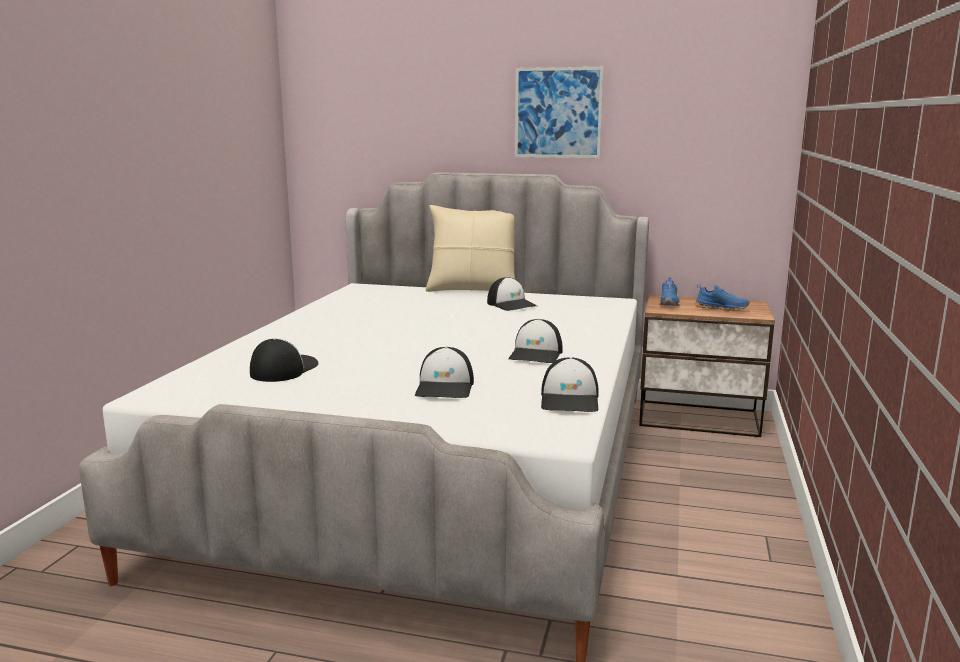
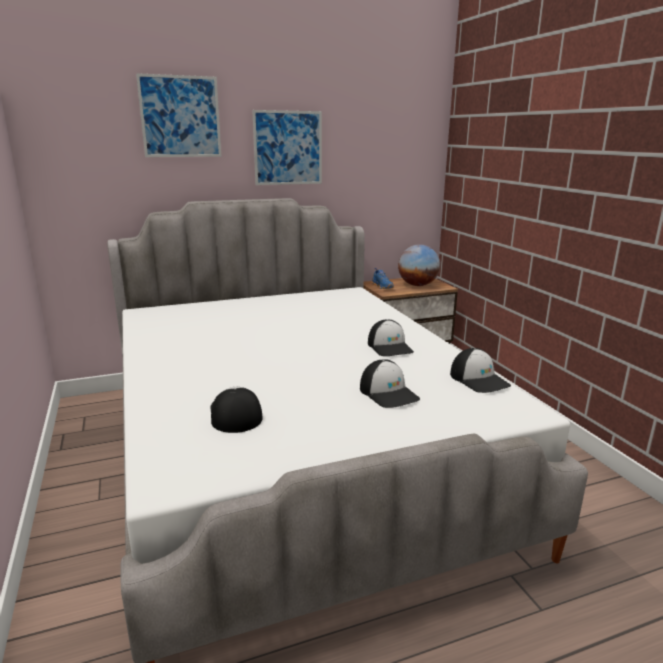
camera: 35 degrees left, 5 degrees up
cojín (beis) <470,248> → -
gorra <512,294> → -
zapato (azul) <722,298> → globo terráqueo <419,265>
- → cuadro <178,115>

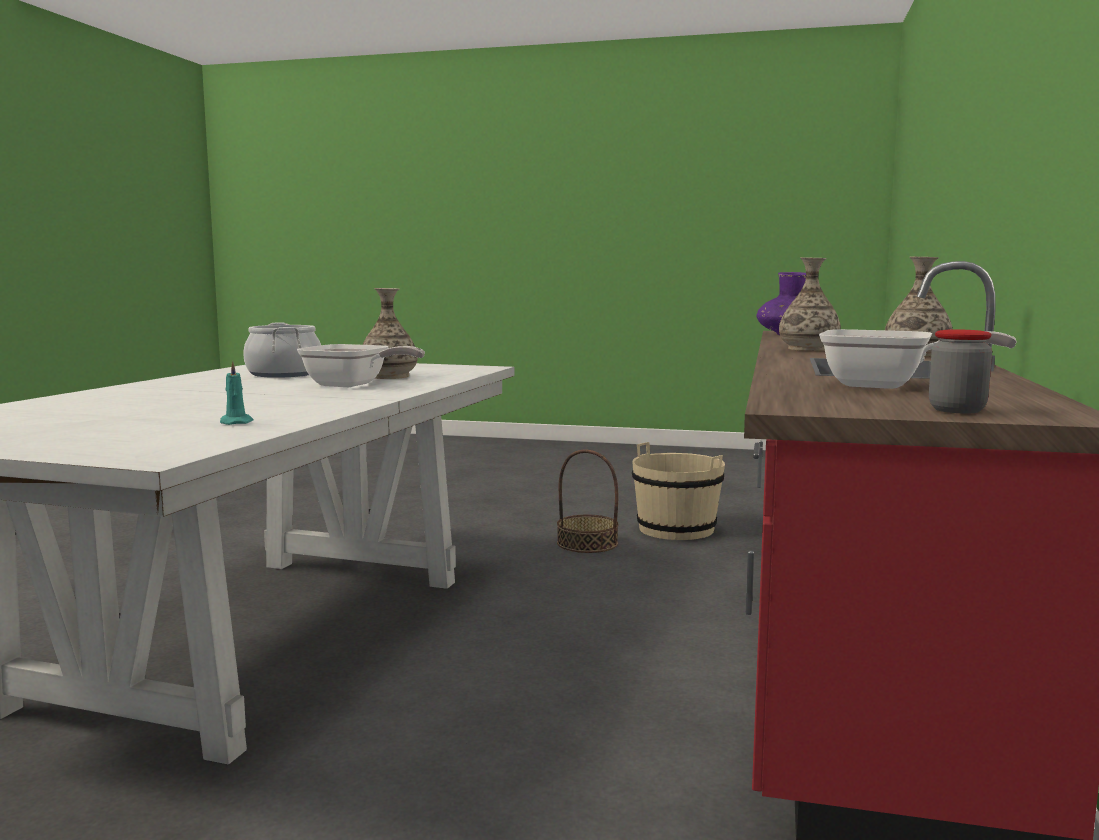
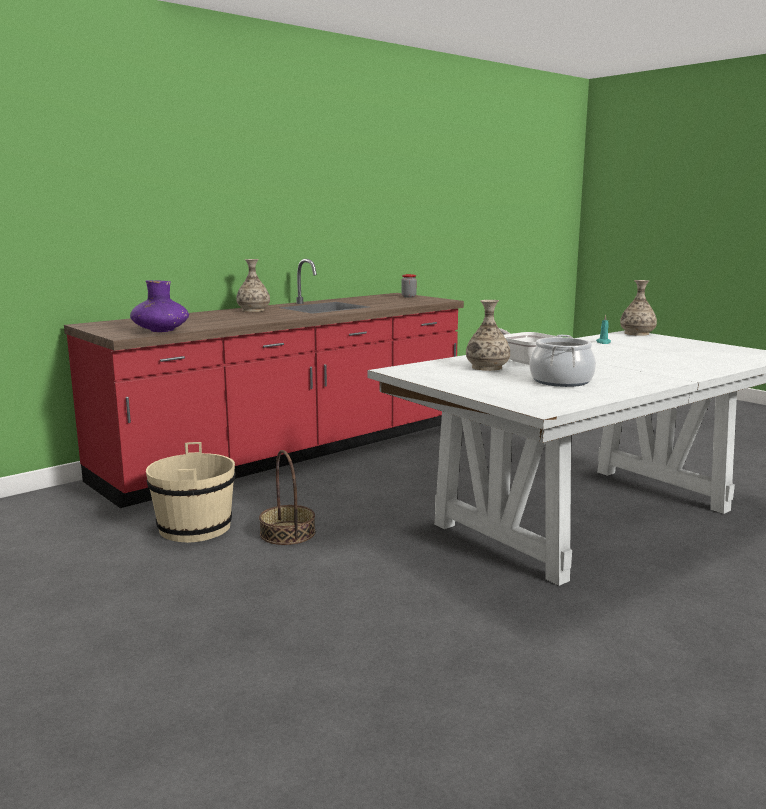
camera: 145 degrees left, 5 degrees up
florero <810,304> → florero <638,308>, moved
sartén <918,359> → -

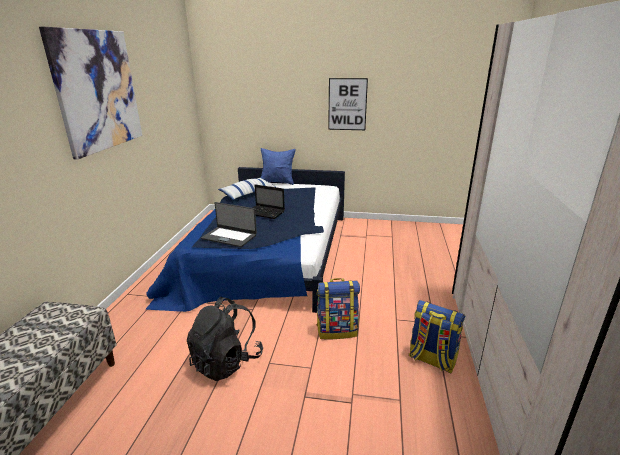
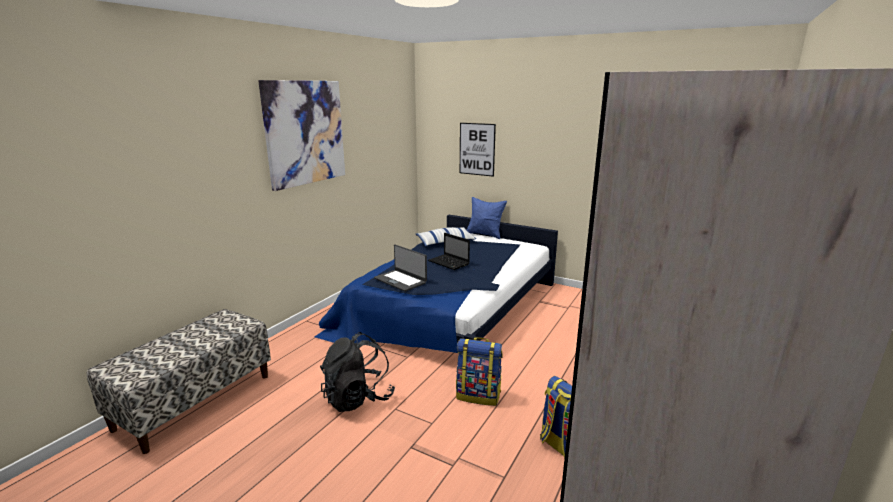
camera: 20 degrees right, 5 degrees down
cuadro <348,104> → cuadro <478,150>, moved

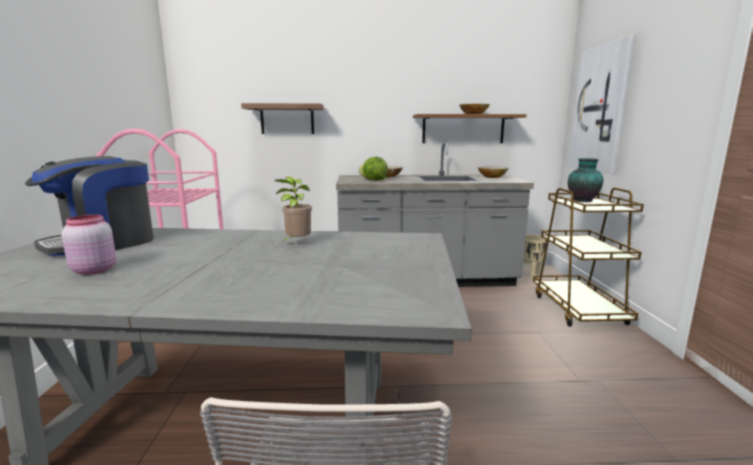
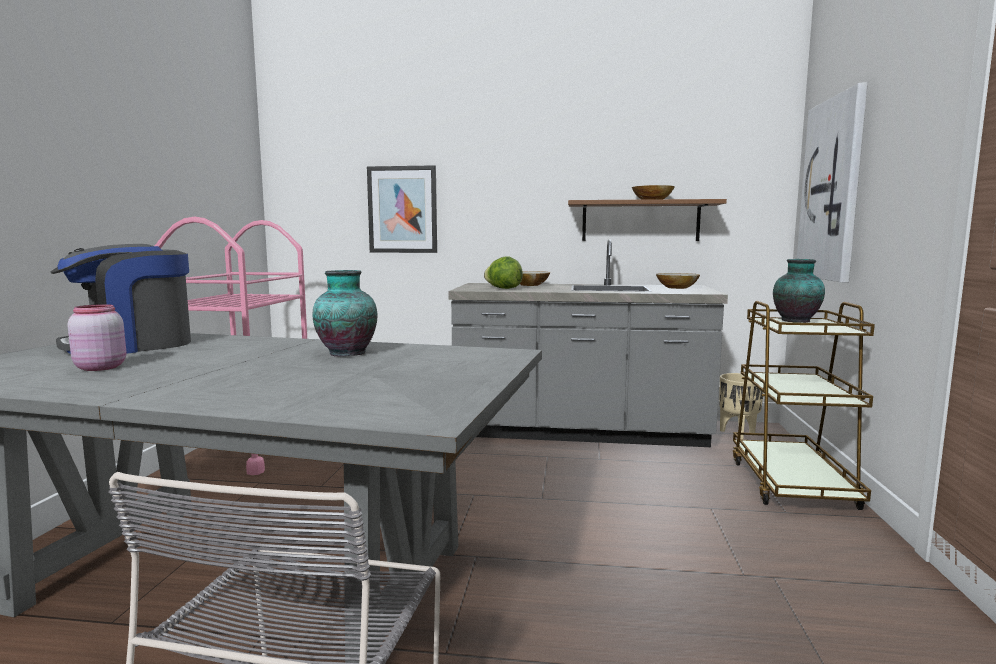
camera: 10 degrees right, 5 degrees down
estante <282,118> → cuadro <402,209>
planta en maceta <293,210> → florero <345,313>

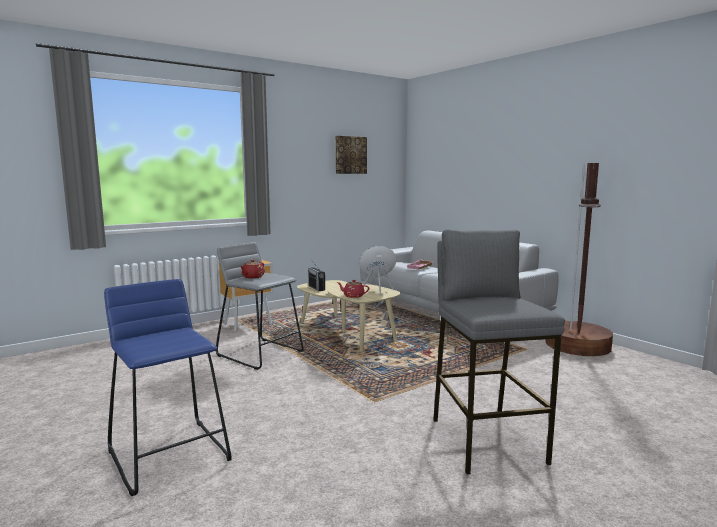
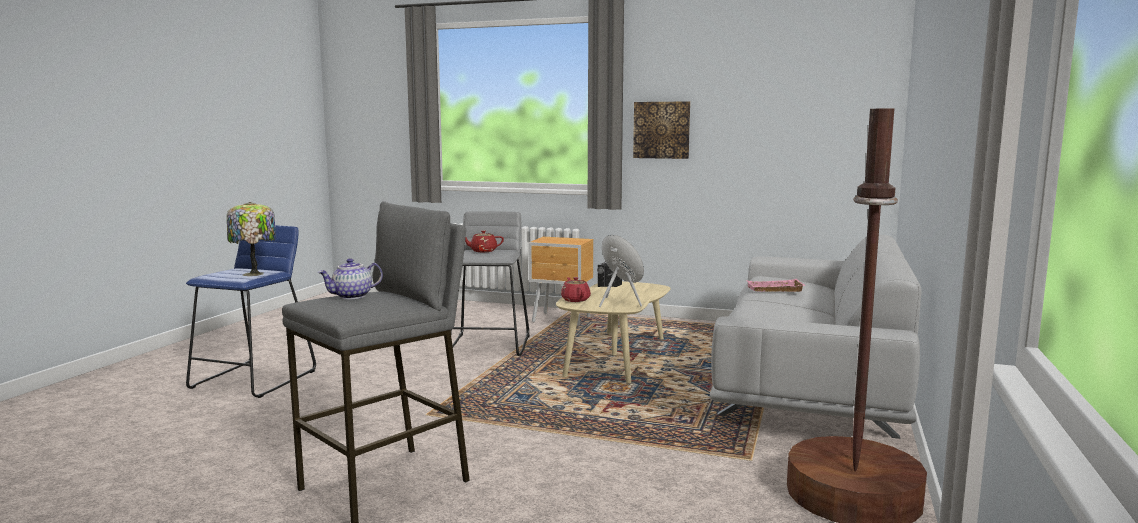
camera: 55 degrees right, 0 degrees up
cuadro <351,155> → cuadro <661,130>, moved
- → lámpara de mesa <251,239>
- → tetera <350,278>

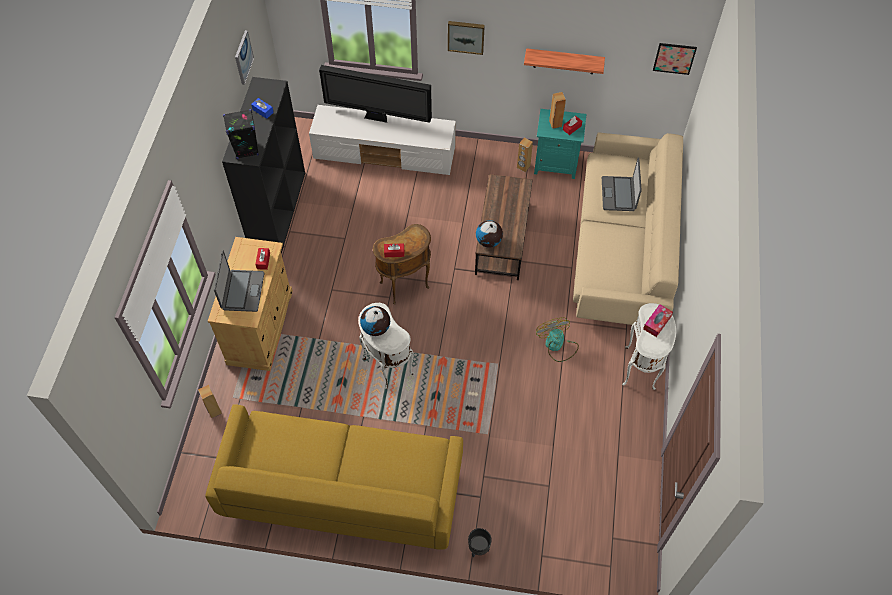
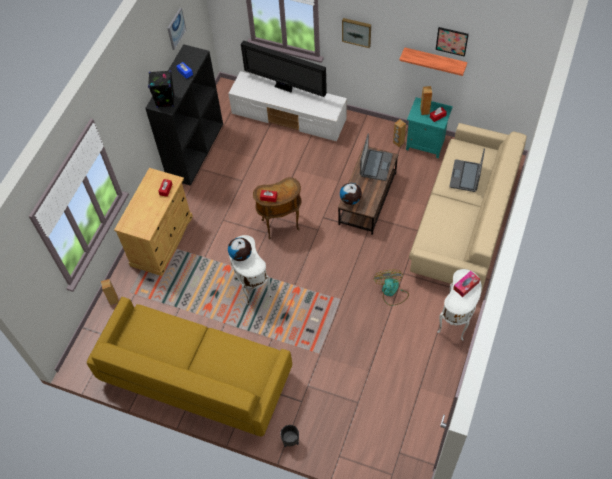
camera: 15 degrees right, 0 degrees up
portátil <239,281> → portátil <376,157>, moved
cuadro <675,59> → cuadro <452,42>, moved

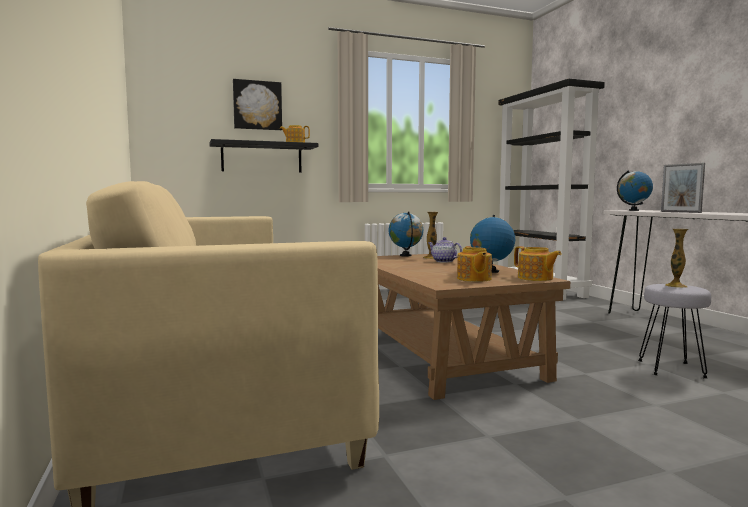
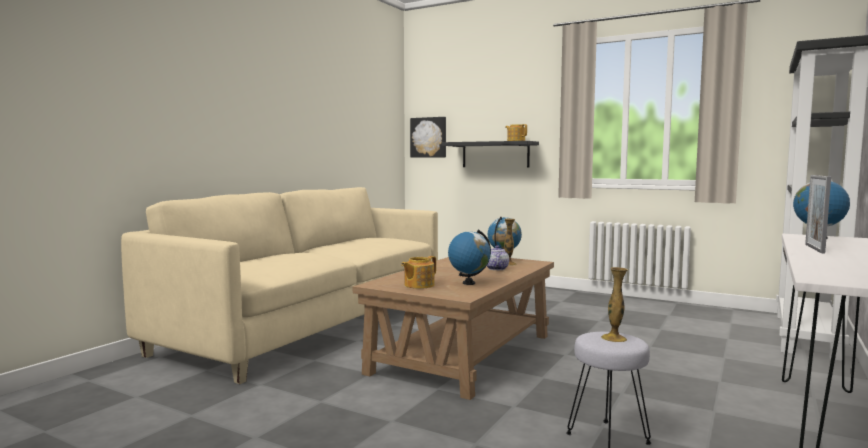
camera: 50 degrees right, 0 degrees up
cuadro <257,104> → cuadro <428,137>, moved
tetera <538,263> → -

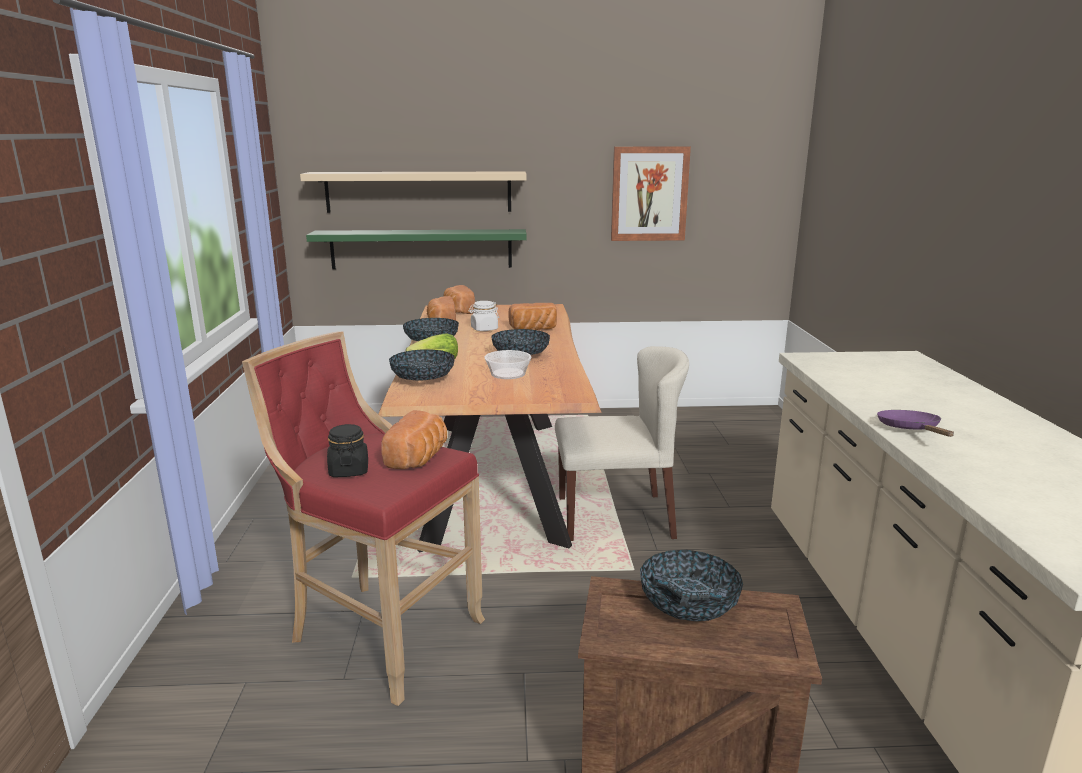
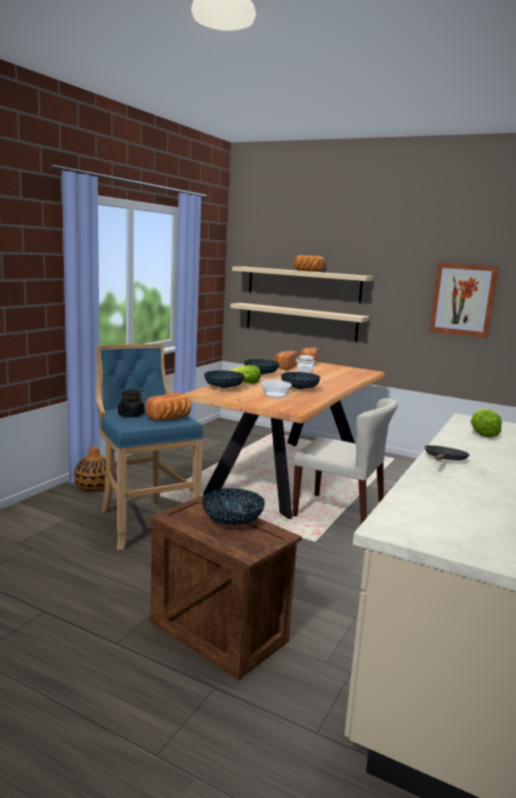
camera: 30 degrees right, 5 degrees down
taburete (rojo) <363,518> → taburete (azul) <149,447>
estante (verde) <416,249> → estante (beis) <299,322>
pan <532,316> → pan <309,263>, moved
sartén (morado) <915,423> → sartén (negro) <447,452>
- → florero <94,469>
- → lechuga <486,423>

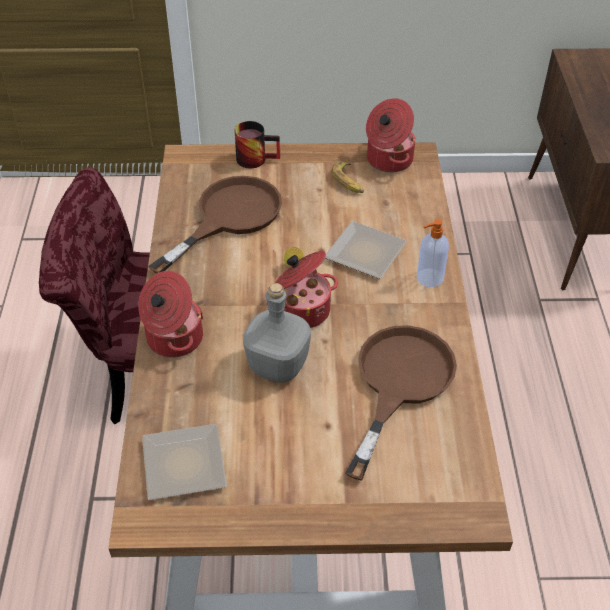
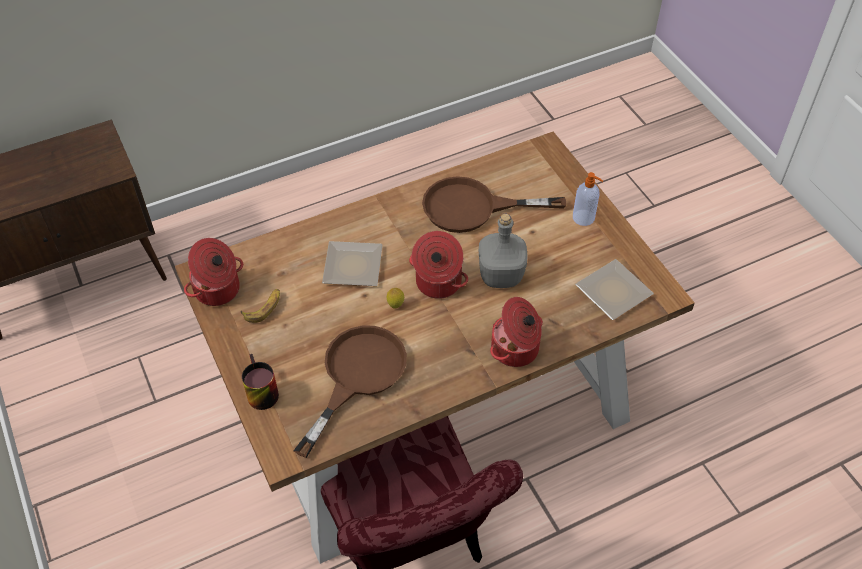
camera: 115 degrees left, 5 degrees up
sartén (marrón) <215,225> → sartén (marrón) <350,391>, 105 degrees clockwise
dispensador de jabón <433,253> → dispensador de jabón <588,199>, moved

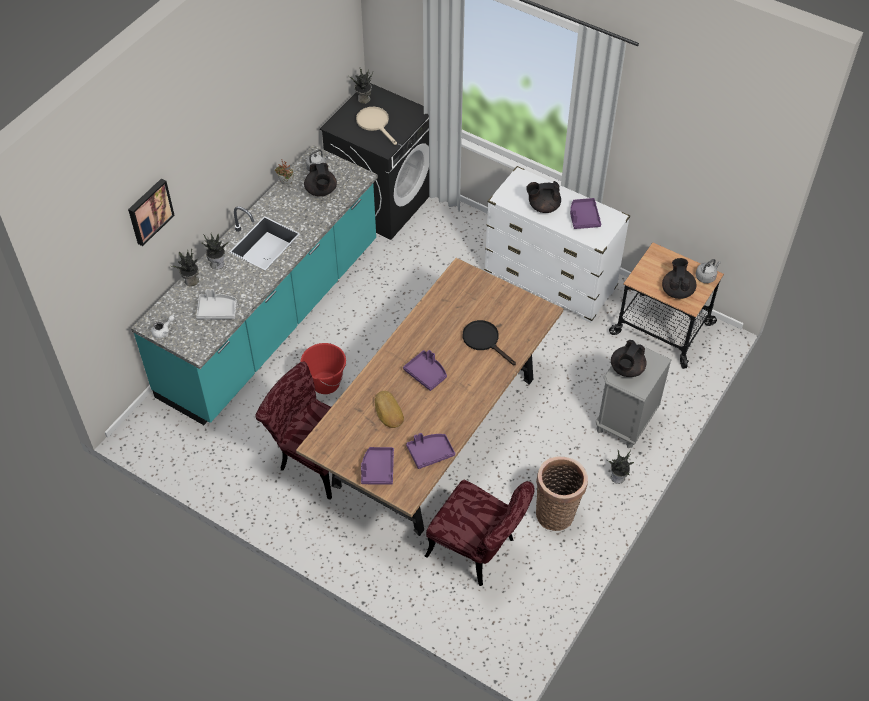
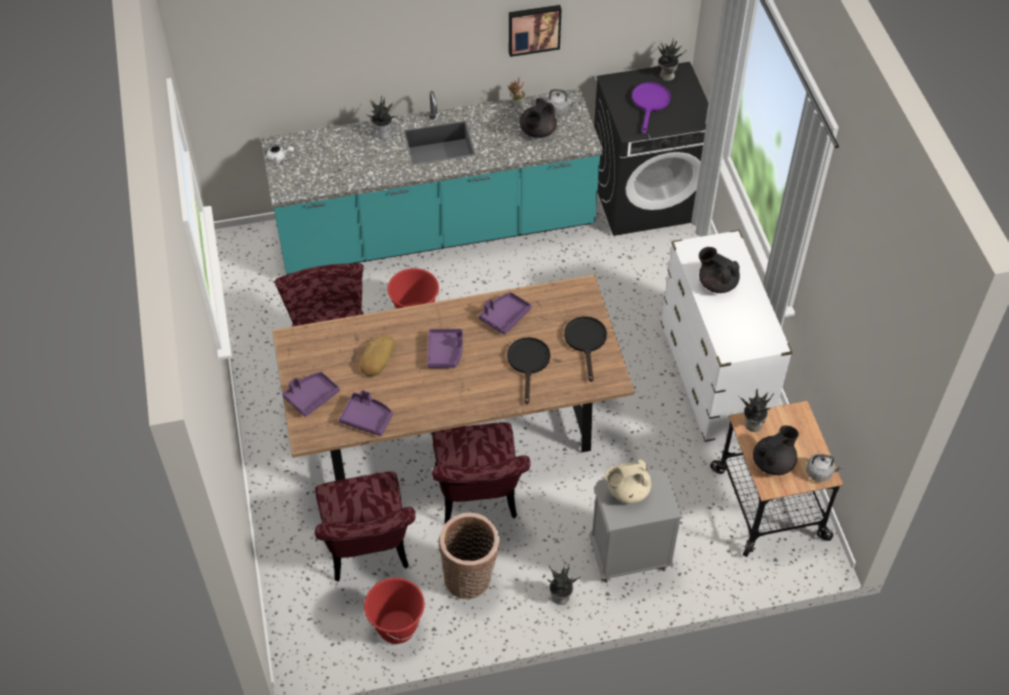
camera: 45 degrees right, 0 degrees up
cuadro <151,212> → cuadro <535,31>, moved
planta en maceta <185,267> → planta en maceta <757,410>, moved
bandeja (gris) <216,304> → -
sartén (beis) <376,126> → sartén (morado) <651,108>
bandeja (morado) <585,213> → bandeja (morado) <505,313>, moved
tetera (negro) <629,358> → tetera (beis) <628,482>
- → cubo (rojo) <394,611>
- → silla (rojo) <481,473>
- → sartén (negro) <585,349>

